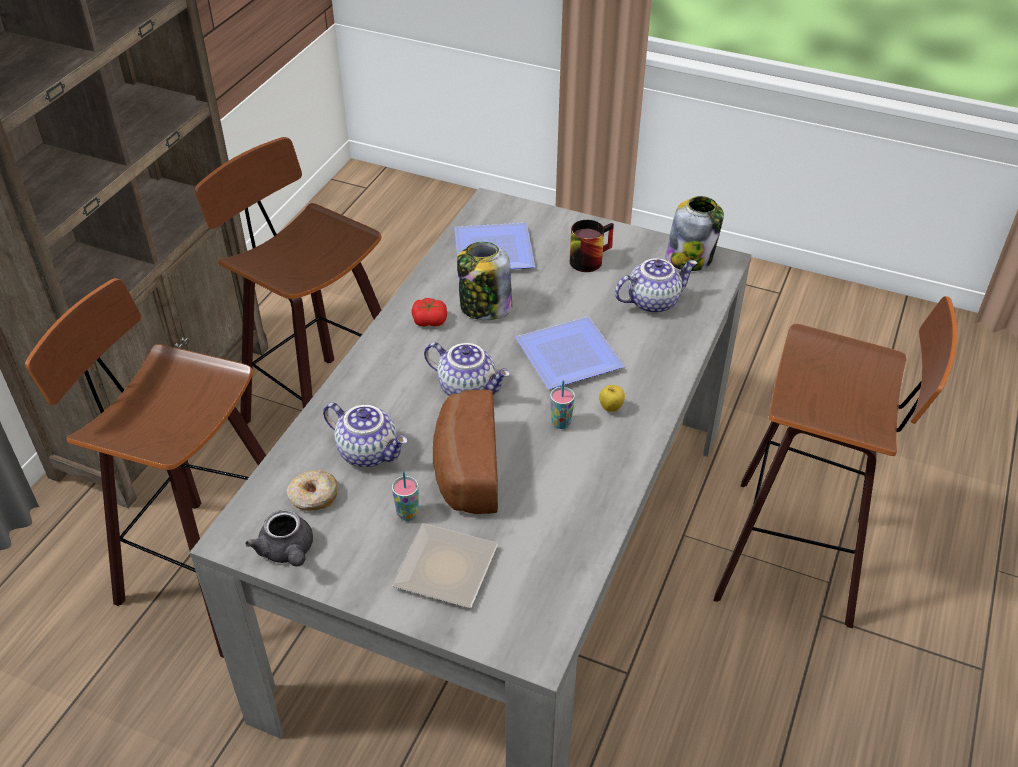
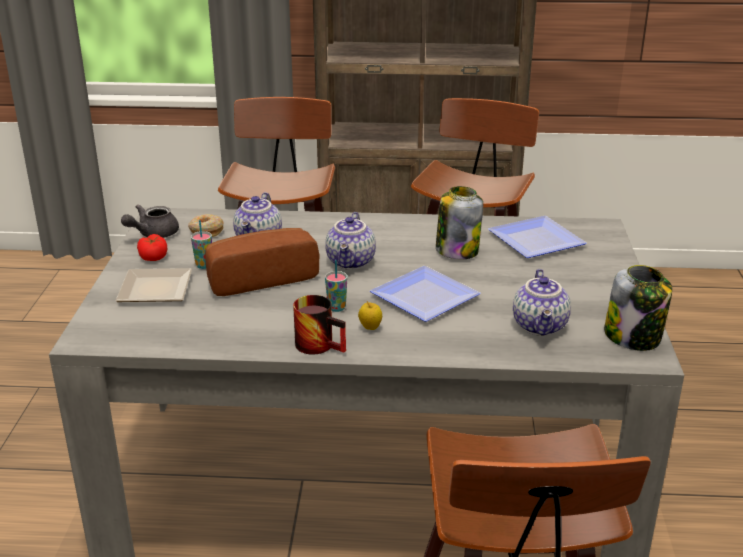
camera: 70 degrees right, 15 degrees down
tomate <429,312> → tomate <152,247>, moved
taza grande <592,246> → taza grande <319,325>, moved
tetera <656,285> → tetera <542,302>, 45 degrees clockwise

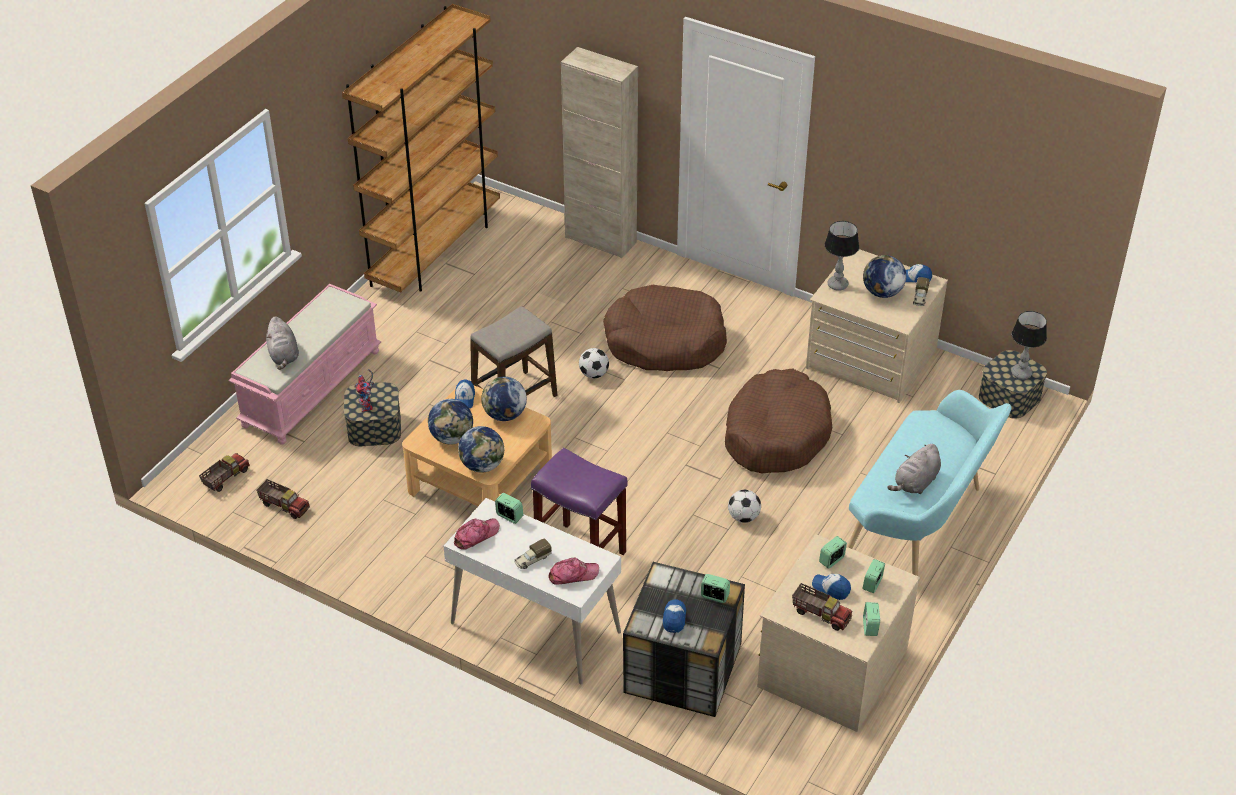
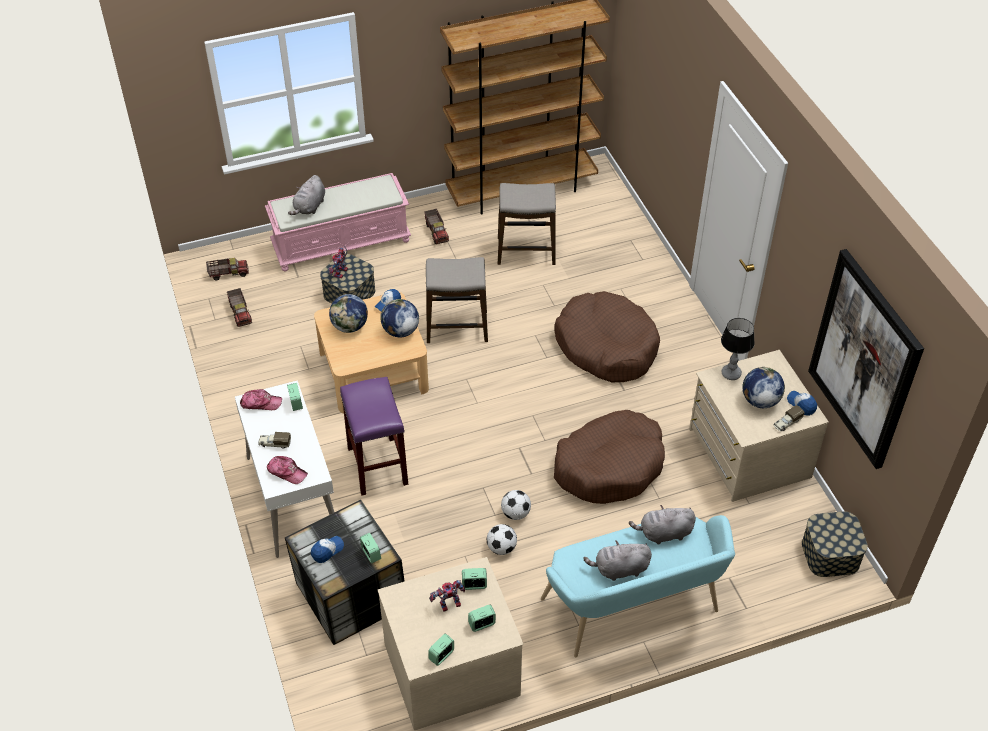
camera: 40 degrees right, 5 degrees up
globo terráqueo <481,449> → -
armario (beis) <599,152> → -
balón de fútbol <594,363> → balón de fútbol <502,539>, moved
camión de juguete <822,607> → camión de juguete <436,226>, moved
gorra <831,587> → robot de juguete <447,595>
lámpara de mesa <1029,345> → -
- → taburete <527,224>
- → peluche (gris) <662,524>
- → cuadro <866,359>

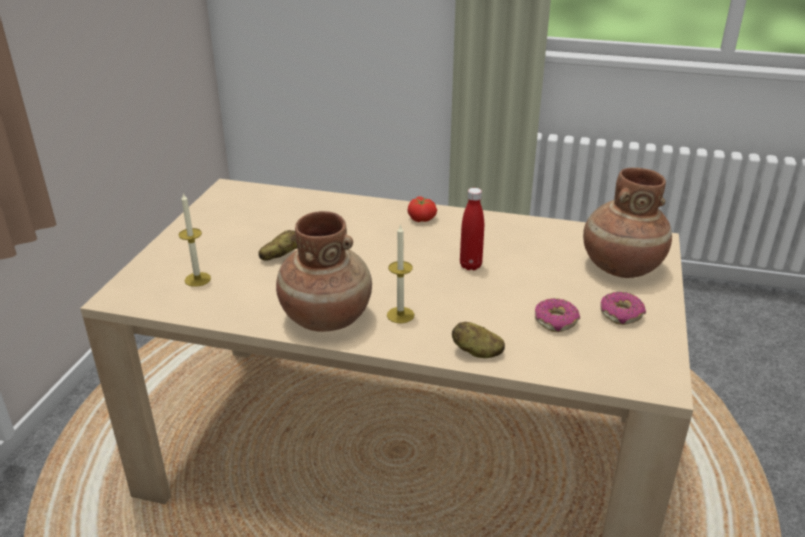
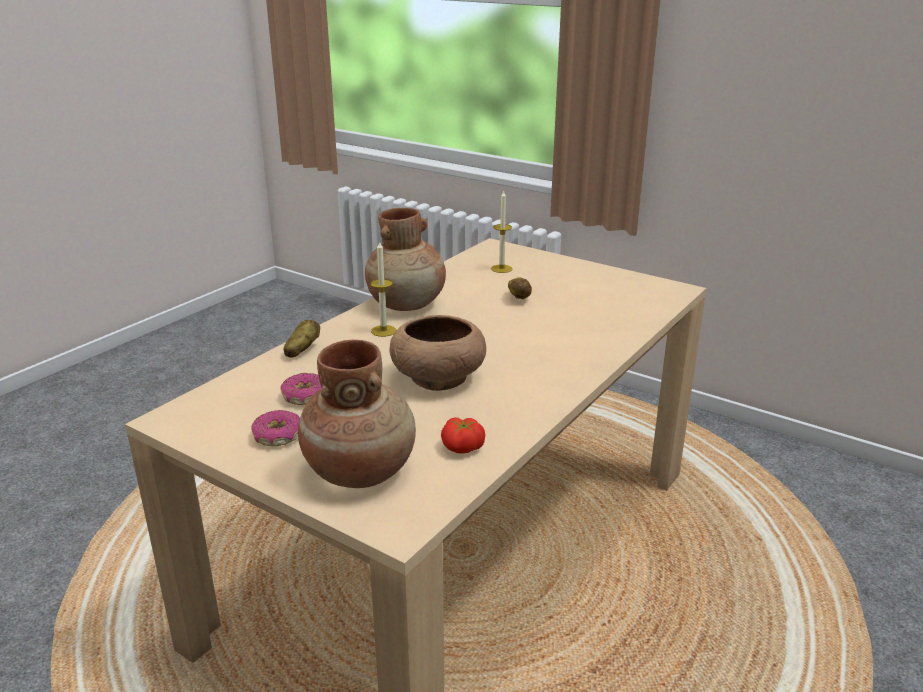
camera: 110 degrees right, 5 degrees down
tomate <422,209> → tomate <463,435>, moved
botella (rojo) <472,229> → cuenco (marrón) <438,353>

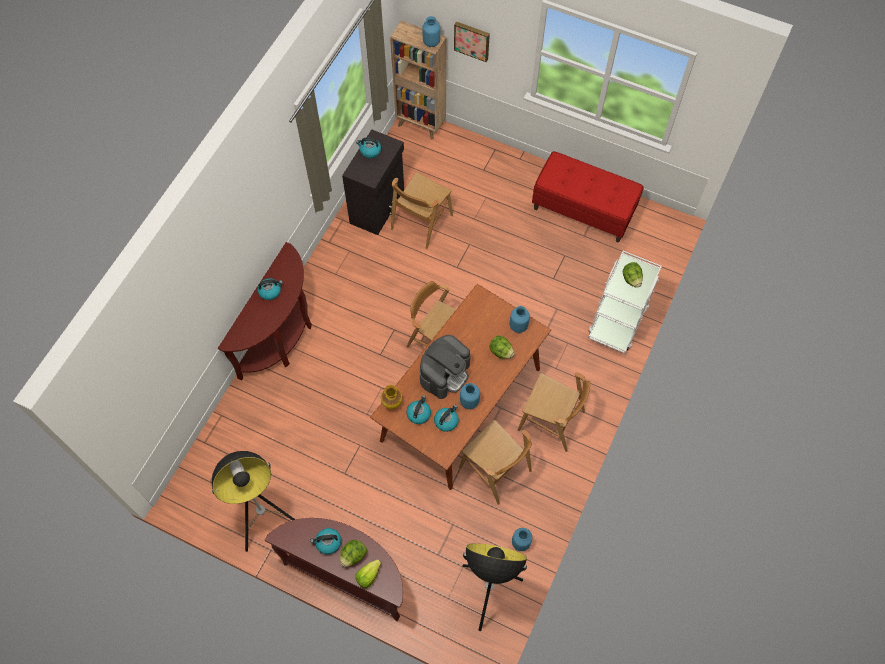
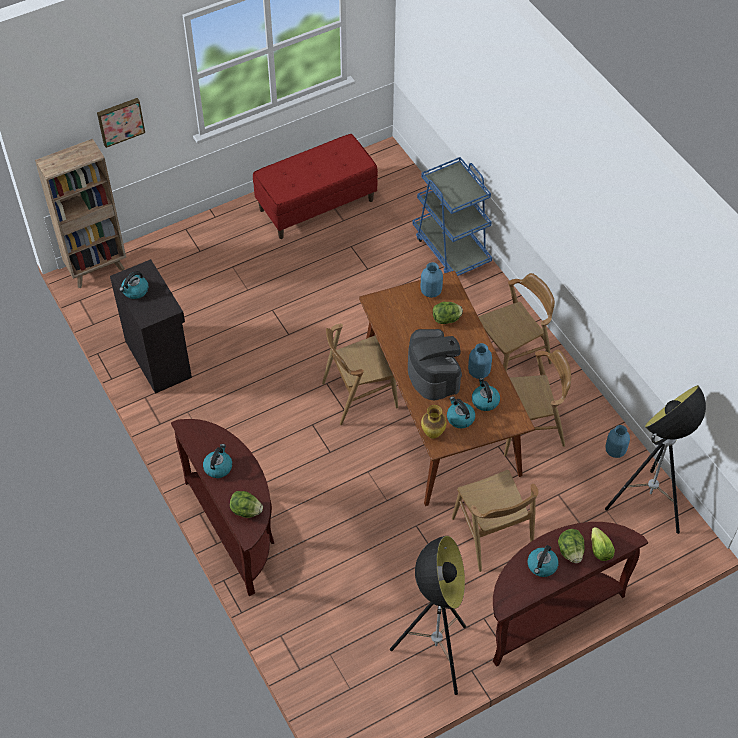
camera: 55 degrees left, 10 degrees down
silla (marrón) <422,210> → silla (marrón) <495,521>, moved
florero (azul) <431,31> → -
carrito (blanco) <625,302> → carrito (azul) <452,216>
lechuga <633,275> → lechuga <246,504>, moved

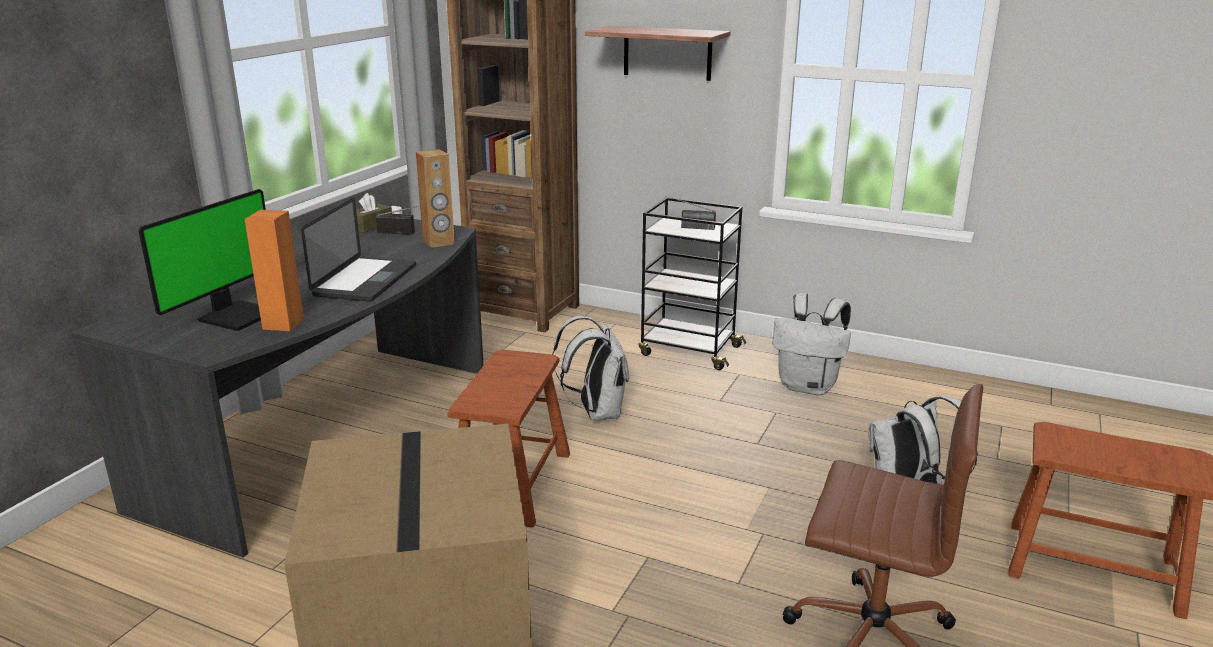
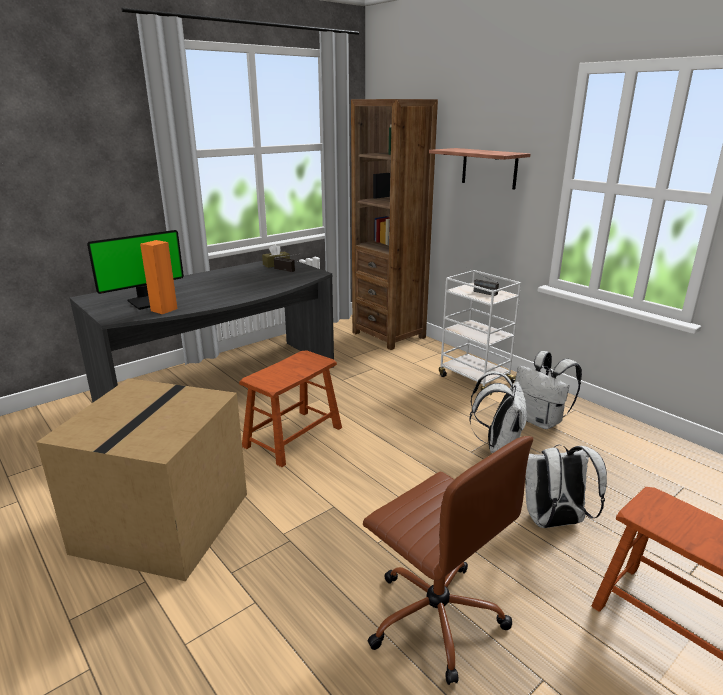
camera: 25 degrees right, 0 degrees up
portátil <358,249> → -
altavoz (marrón) <435,198> → -
mochila (blanco) <590,368> → mochila (blanco) <498,412>, moved
carrito (negro) <692,284> → carrito (blanco) <480,333>

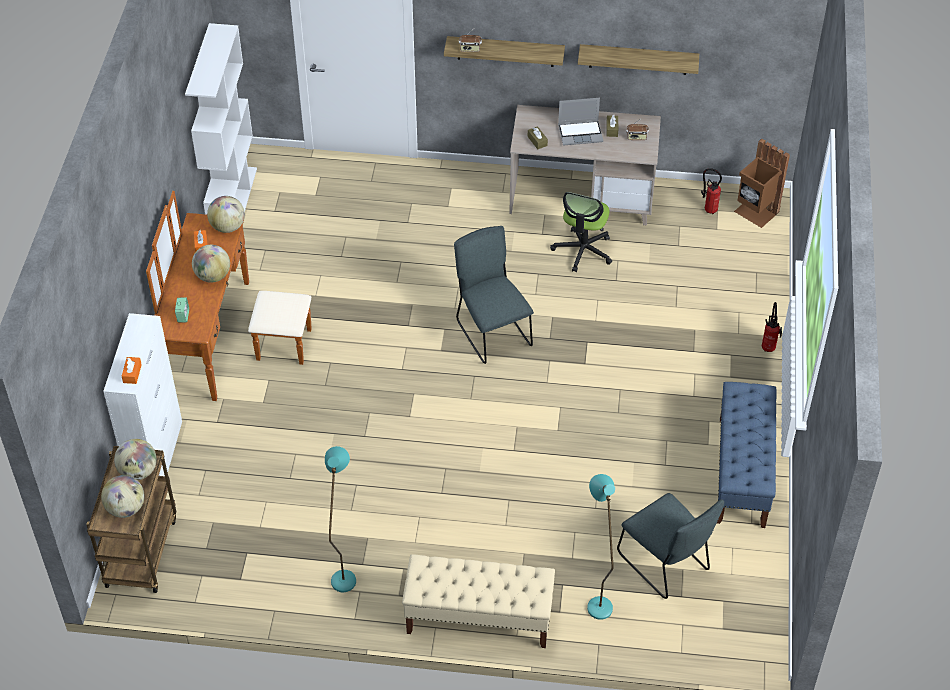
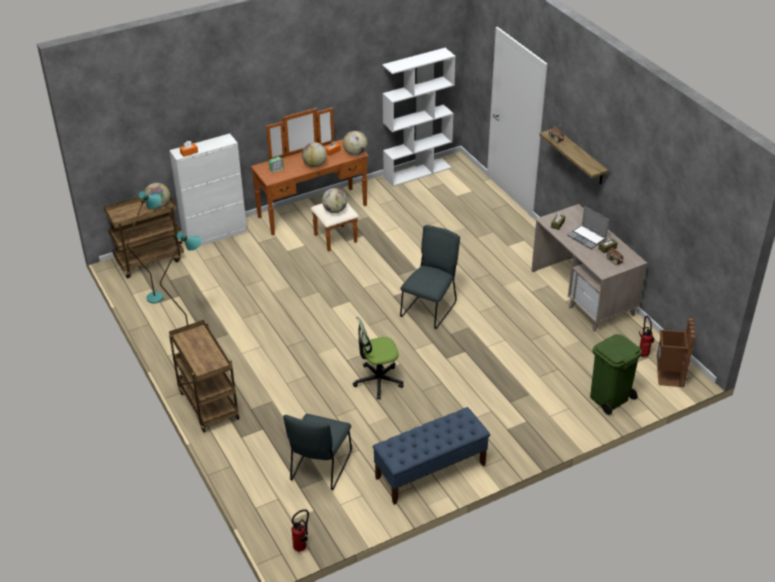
camera: 55 degrees right, 10 degrees down
globo terráqueo <122,496> → globo terráqueo <334,200>, moved
banco (beis) <478,601> → carrito (marrón) <204,376>
silla de oficina <581,232> → silla de oficina <378,358>, moved
estante <638,59> → -
lámpara de pie (turquesa) <601,547> → lámpara de pie (turquesa) <145,247>, moved
extintor <772,327> → extintor <300,530>, moved
- → papelera (verde) <616,374>

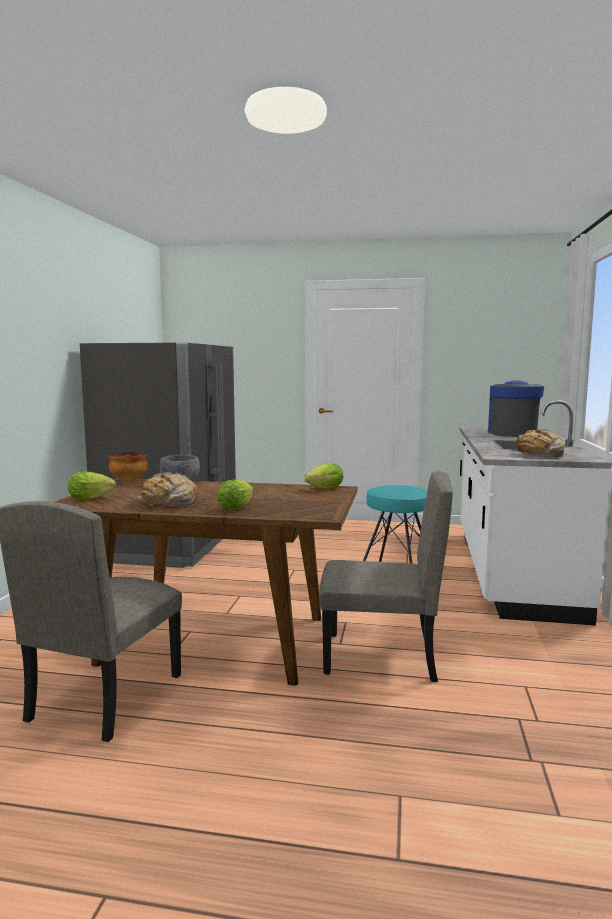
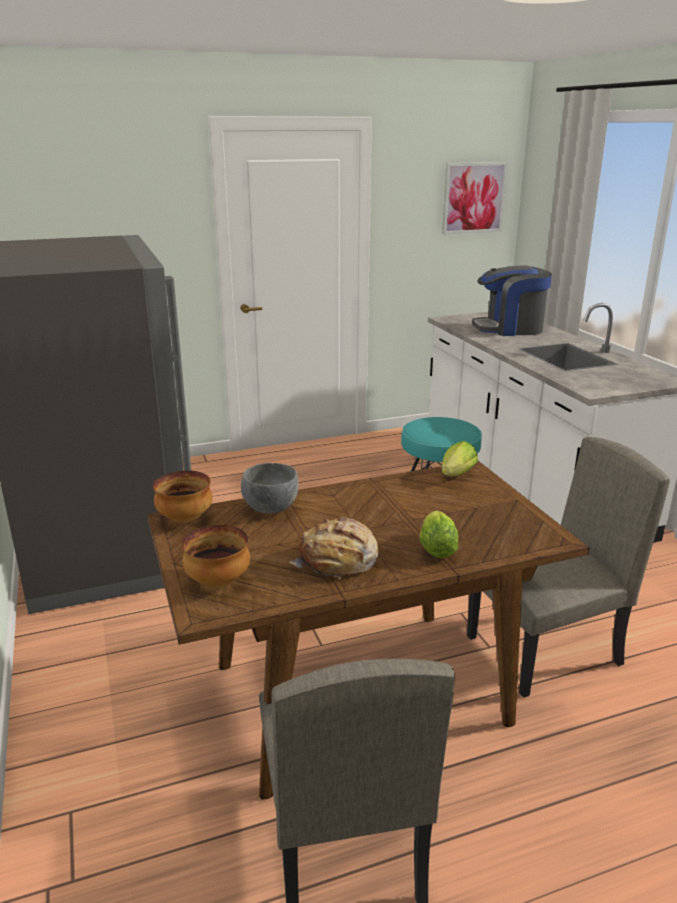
camera: 30 degrees left, 15 degrees up
lechuga <92,486> → cuenco <216,556>
cafetera <516,408> → cafetera <512,300>, 75 degrees counterclockwise
pan <536,443> → -
- → cuadro <475,198>

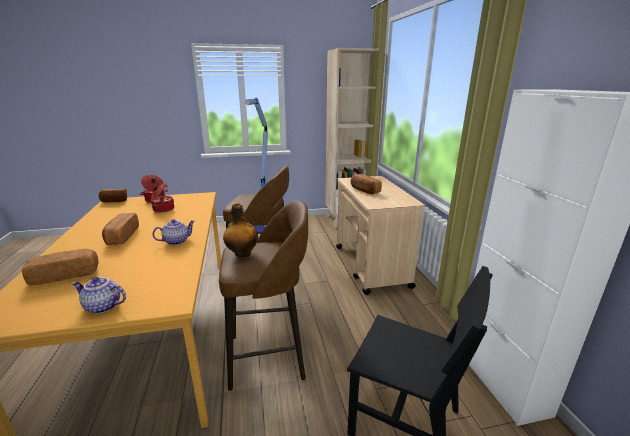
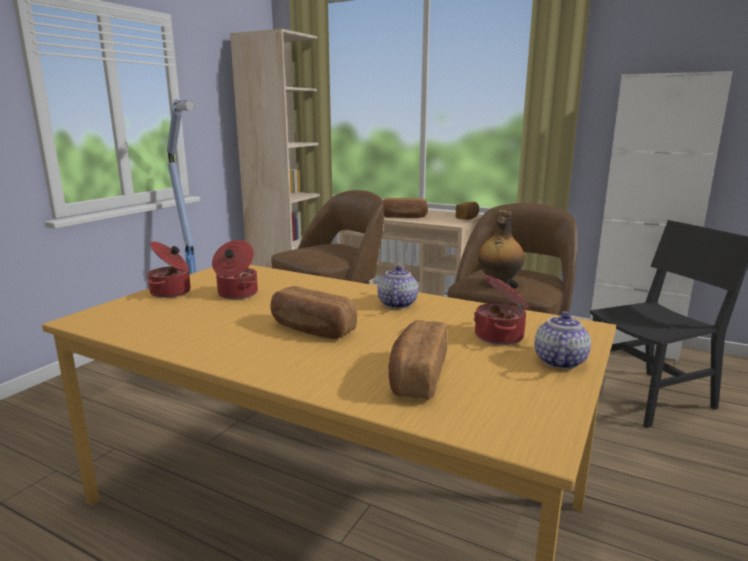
camera: 50 degrees left, 5 degrees down
tetera <98,295> → tetera <563,340>, 150 degrees clockwise
pan <113,195> → pan <467,211>, moved
- → olla <501,310>

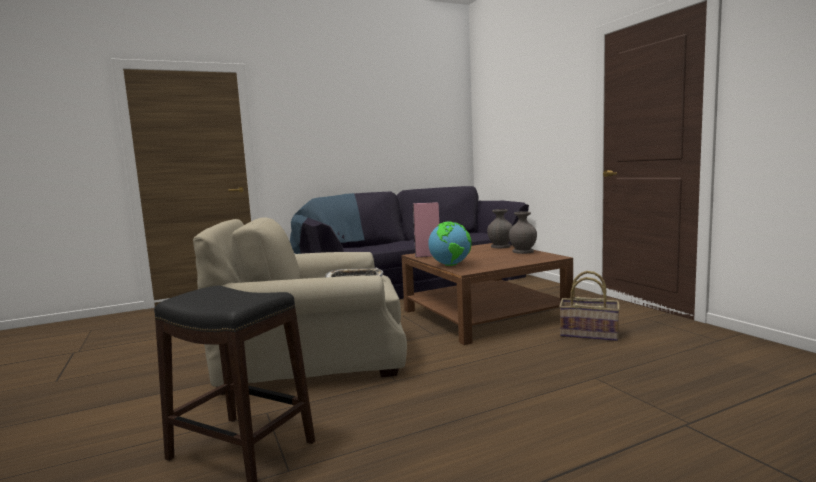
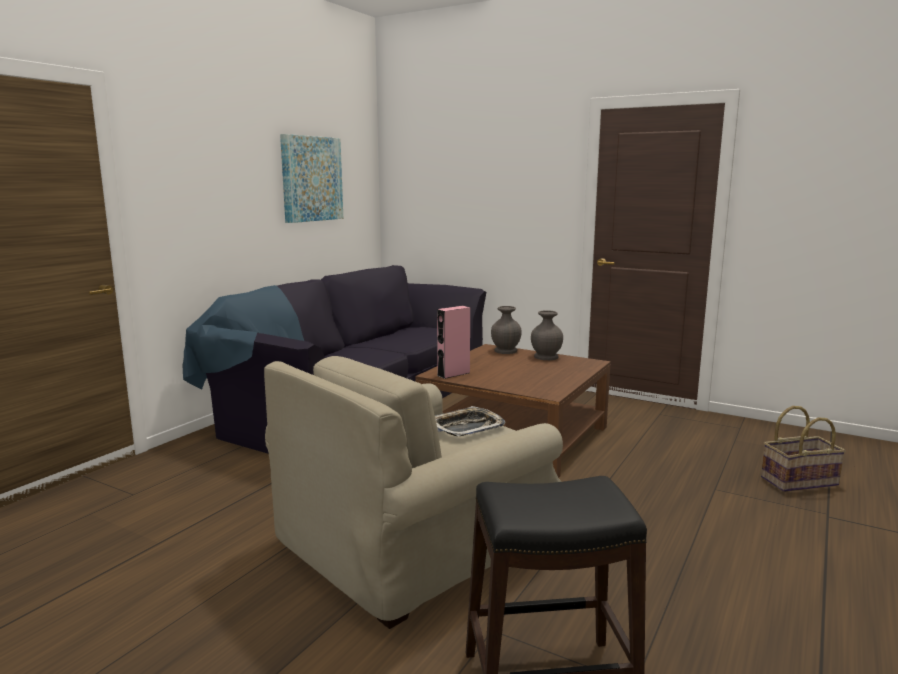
camera: 35 degrees left, 5 degrees up
globo terráqueo <450,243> → -
cesta <589,306> → cesta <803,449>, moved
- → cuadro <311,178>

